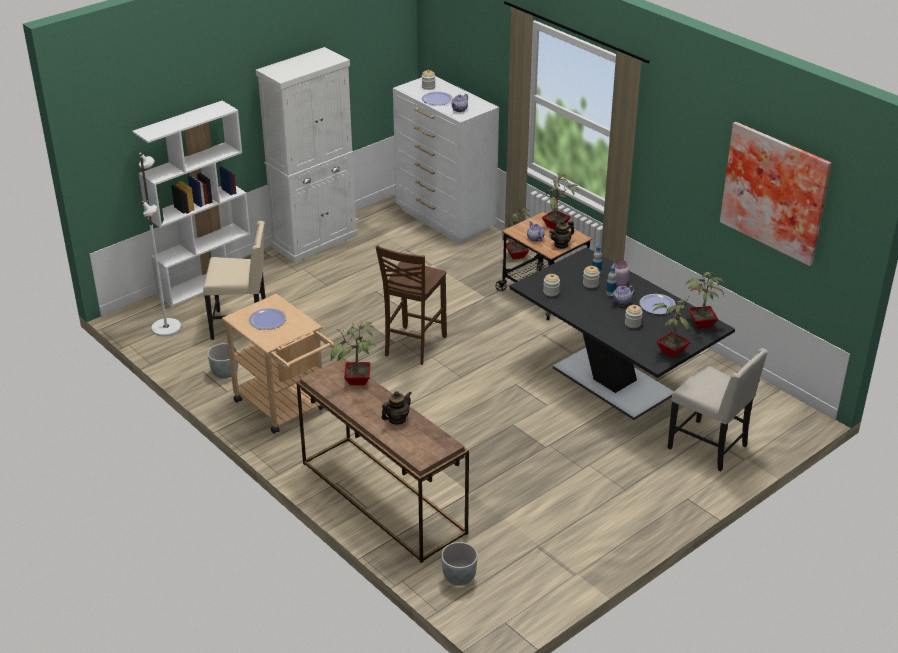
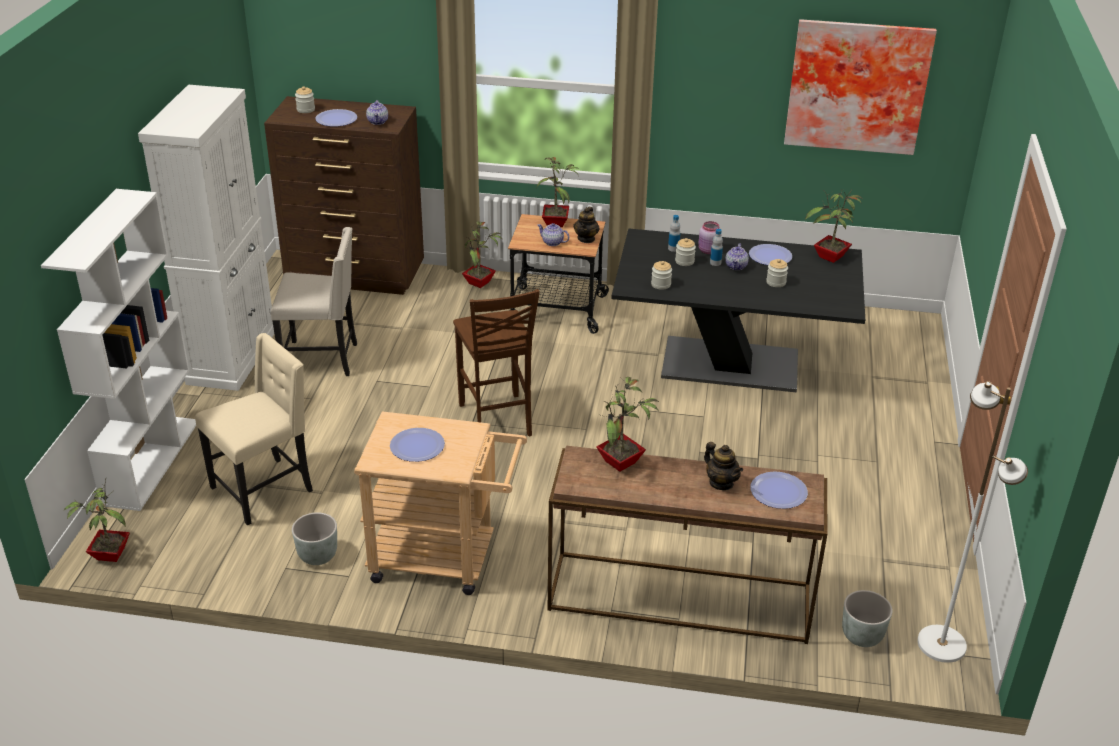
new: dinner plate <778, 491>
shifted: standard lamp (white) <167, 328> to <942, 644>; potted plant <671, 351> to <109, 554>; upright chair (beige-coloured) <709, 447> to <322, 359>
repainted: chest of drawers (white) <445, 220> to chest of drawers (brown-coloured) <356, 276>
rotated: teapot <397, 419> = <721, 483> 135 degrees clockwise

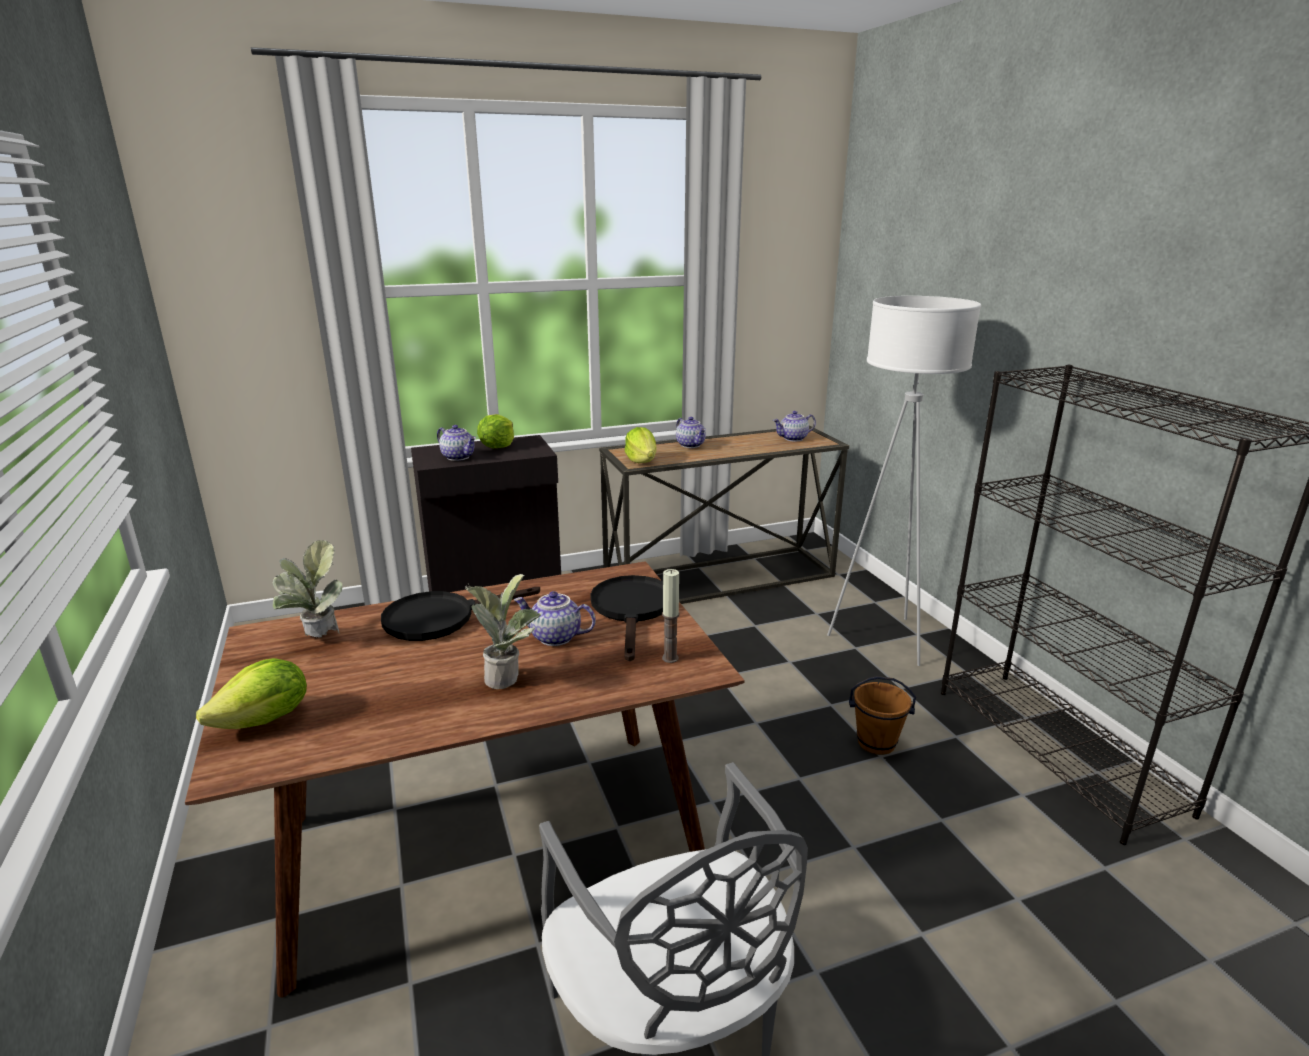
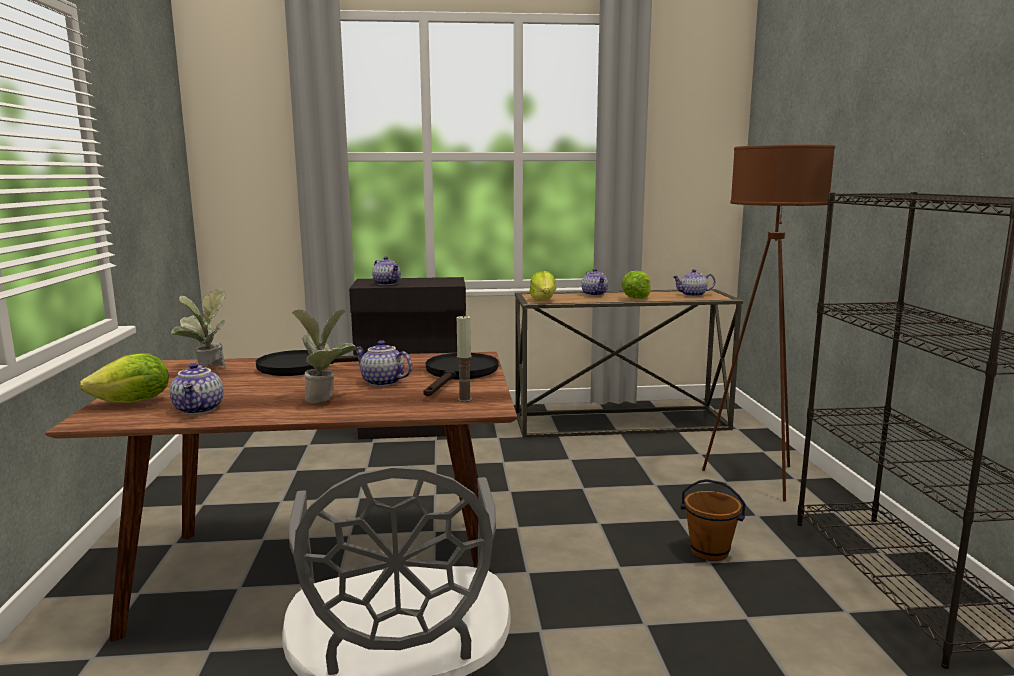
new: teapot <200, 409>
shifted: head of lettuce <497, 446> to <636, 298>
repainted: standard lamp (white) <881, 639> to standard lamp (brown-coloured) <756, 478>

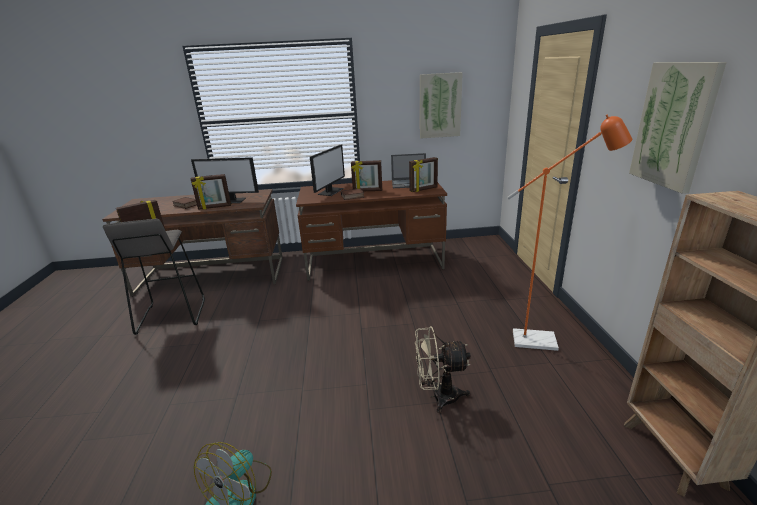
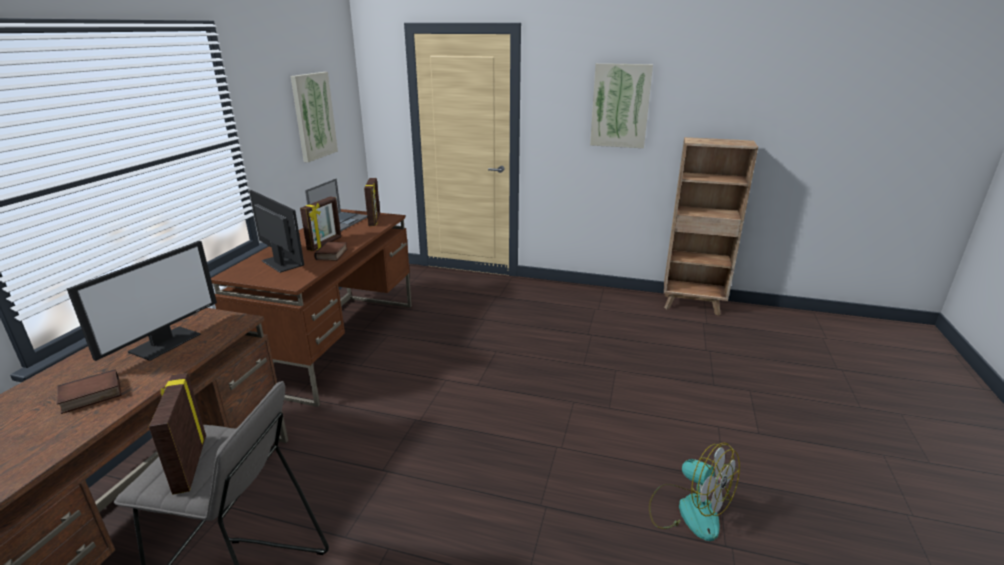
gone: standing frame <214, 207>; cooling fan (beige-coloured) <438, 396>; standard lamp (orange-coloured) <543, 341>

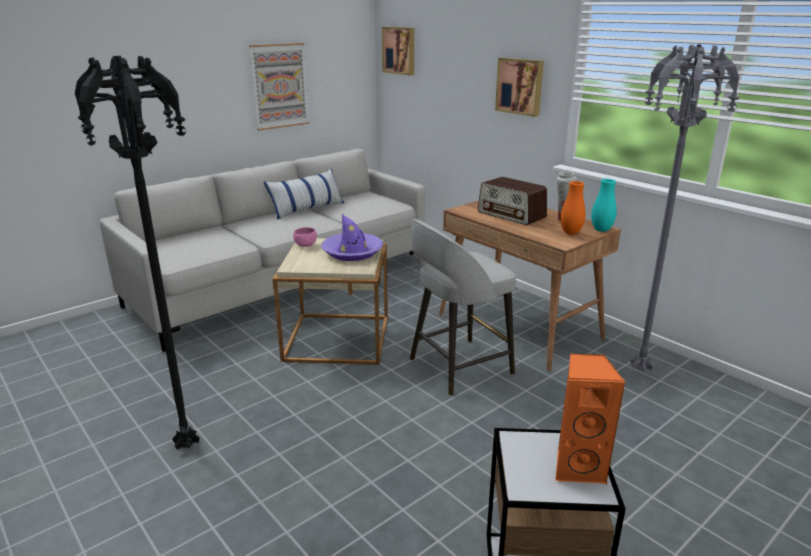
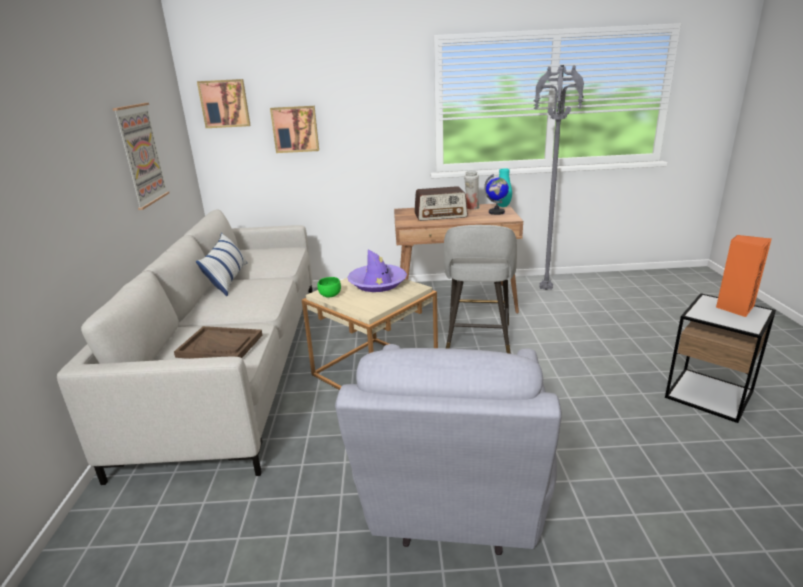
new: tray (brown-coloured) <220, 346>
shifted: picture <520, 86> to <295, 129>
swapped: standard lamp (blackish) <189, 445> to armchair (greyish) <454, 501>; vase (orange-coloured) <570, 233> to desk globe <496, 212>
repainted: bowl (pinkish) <305, 245> to bowl (green-coloured) <330, 296>

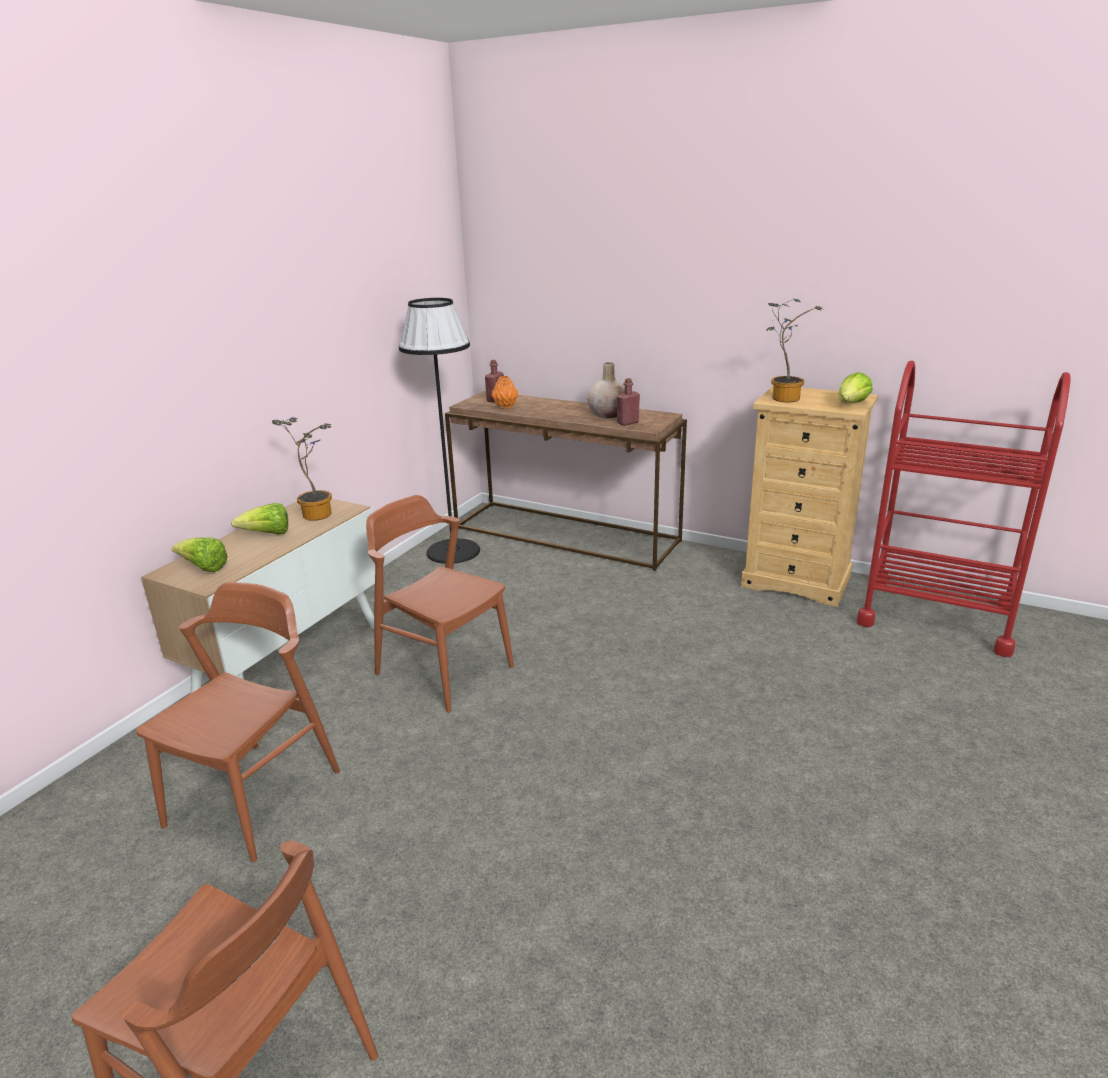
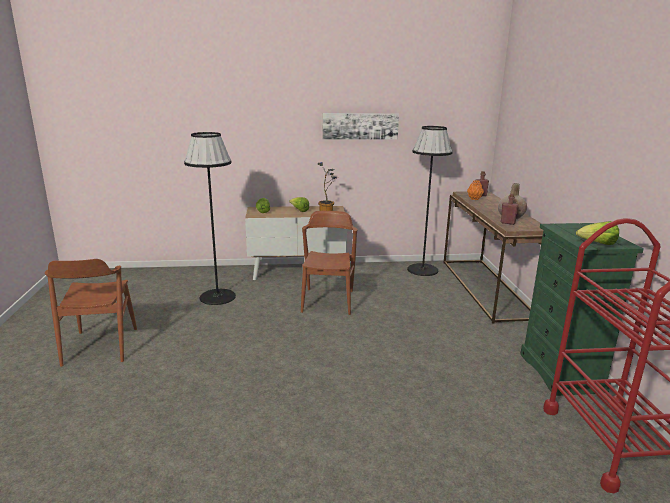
gone: potted plant <783, 397>
new: picture <360, 126>
swapped: upright chair (brown-coloured) <255, 797> to standard lamp (blackish) <218, 297>
repainted: chest of drawers (beige-coloured) <797, 581> to chest of drawers (green-coloured) <562, 372>

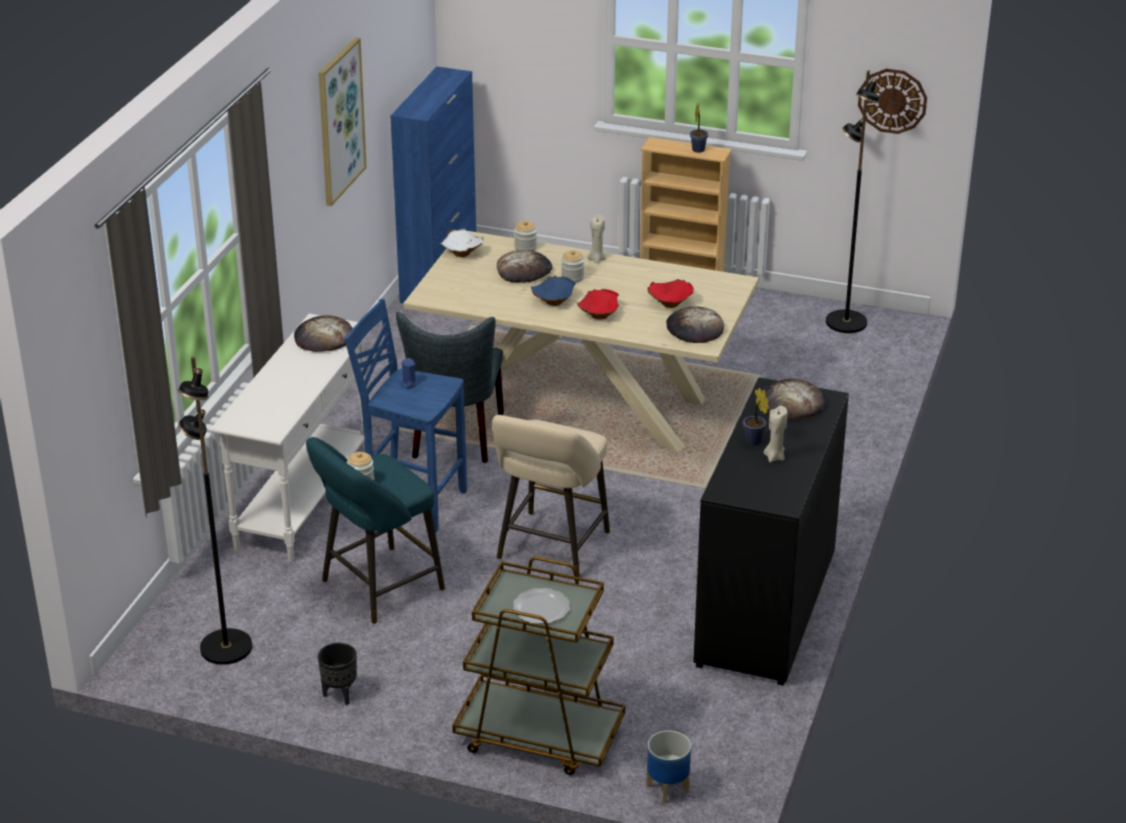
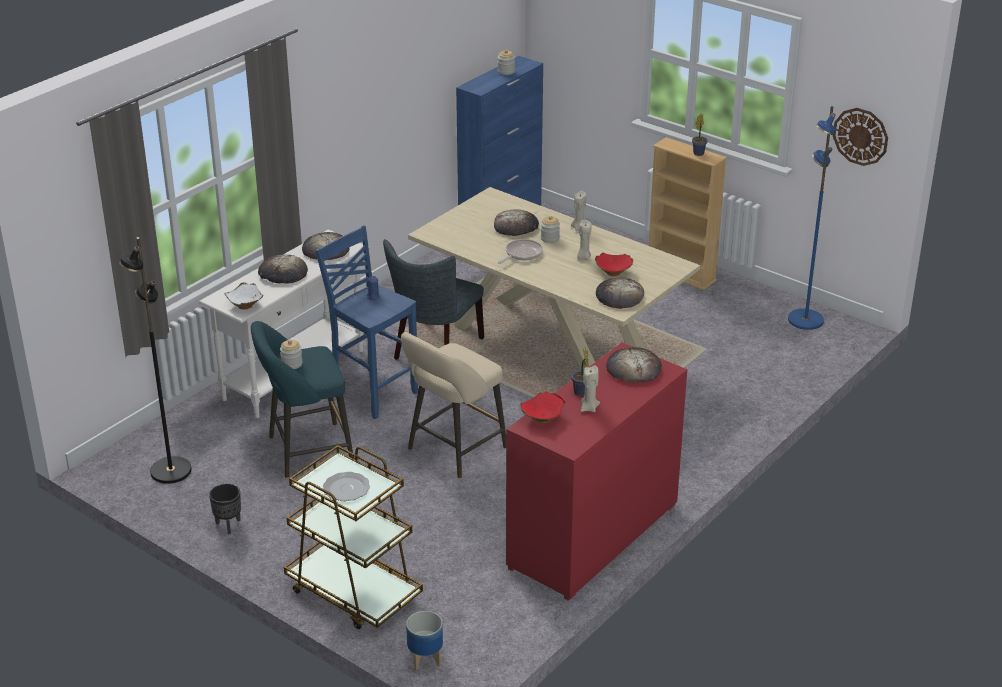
gone: picture <340, 121>
new: baked bread <282, 273>; wax candle (beige-coloured) <583, 257>
shifted: bowl (white) <463, 253> to <246, 305>; jar <525, 247> to <506, 71>; bowl (red) <598, 315> to <542, 418>
swapped: bowl (bluish) <553, 301> to pan <522, 254>
repainted: chest of drawers (blackish) <766, 608> to chest of drawers (red) <593, 536>; standard lamp (blackish) <845, 323> to standard lamp (bluish) <804, 320>

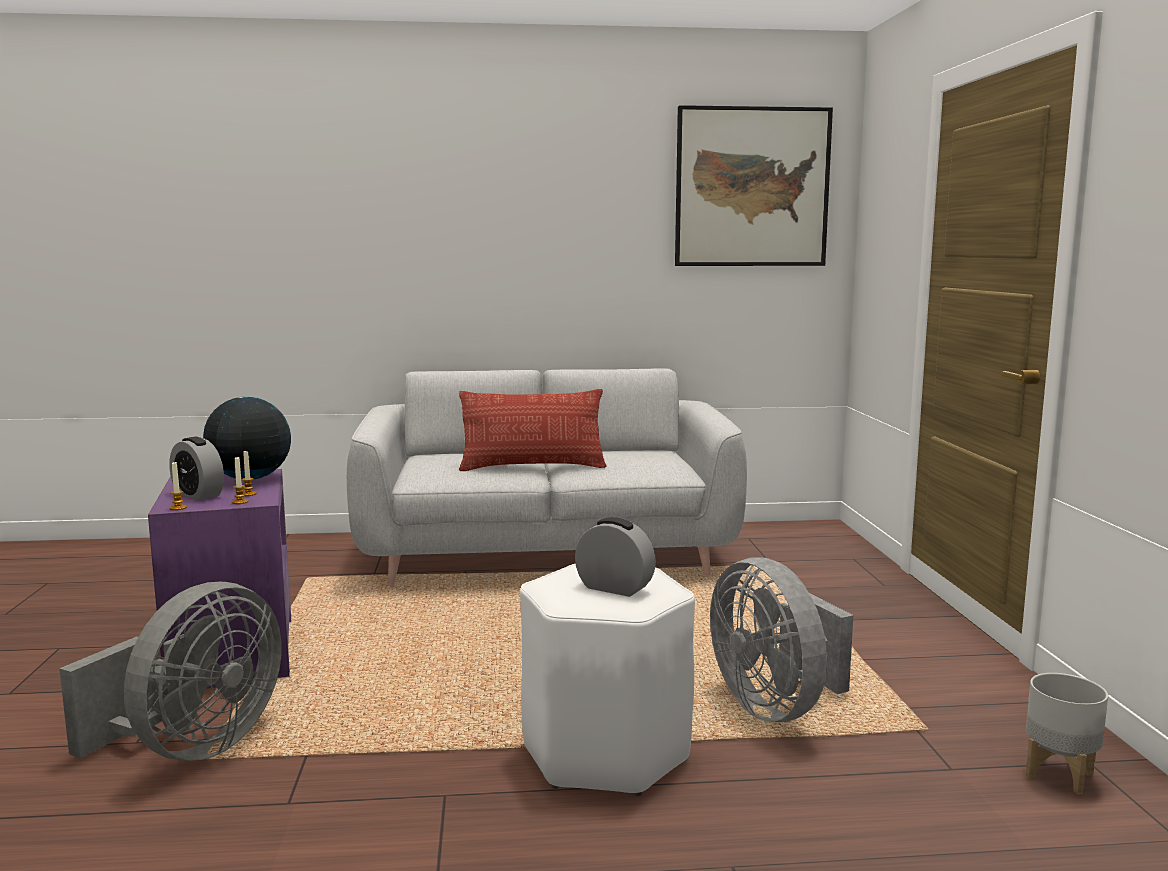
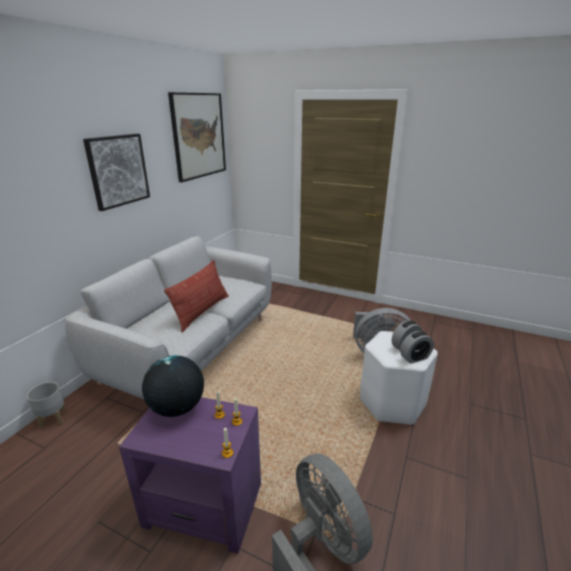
new: picture <118, 170>
shifted: alarm clock <198, 494> to <415, 358>; planter (greyish) <1059, 774> to <53, 418>

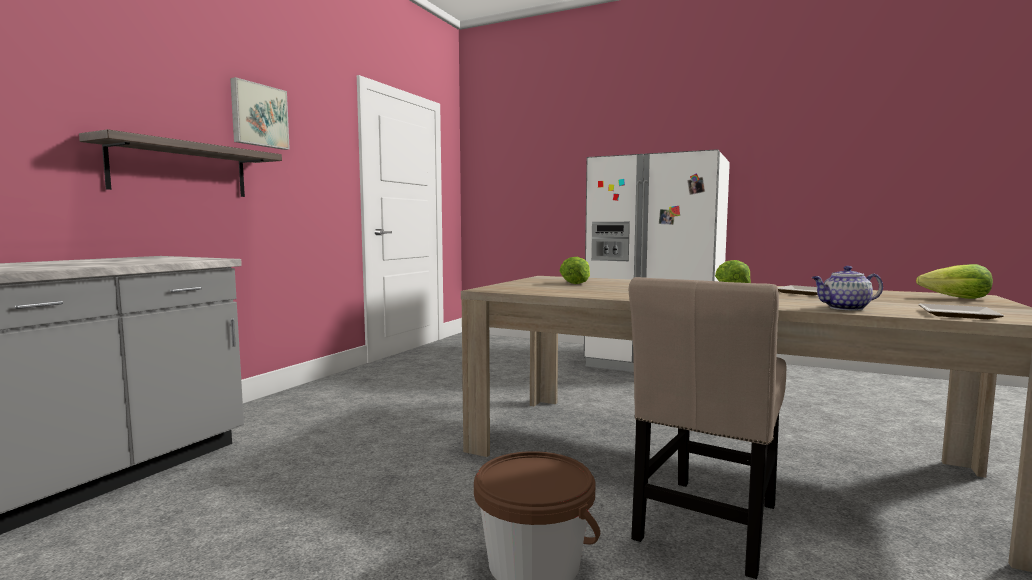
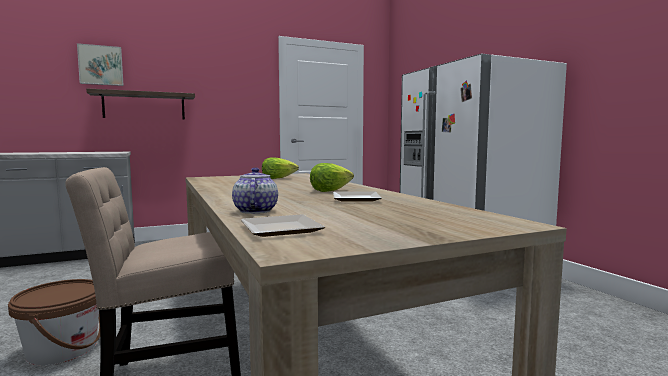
gone: head of lettuce <956, 298>
shifted: picture <258, 115> to <101, 65>
rotated: teapot <844, 308> = <255, 211> 45 degrees clockwise

